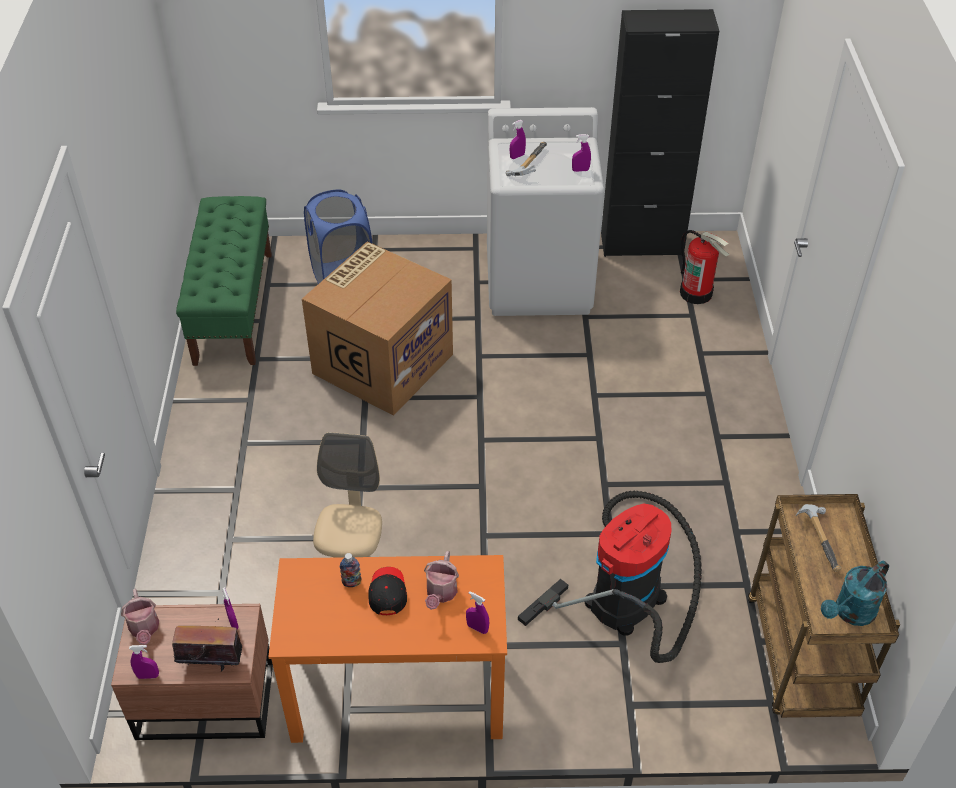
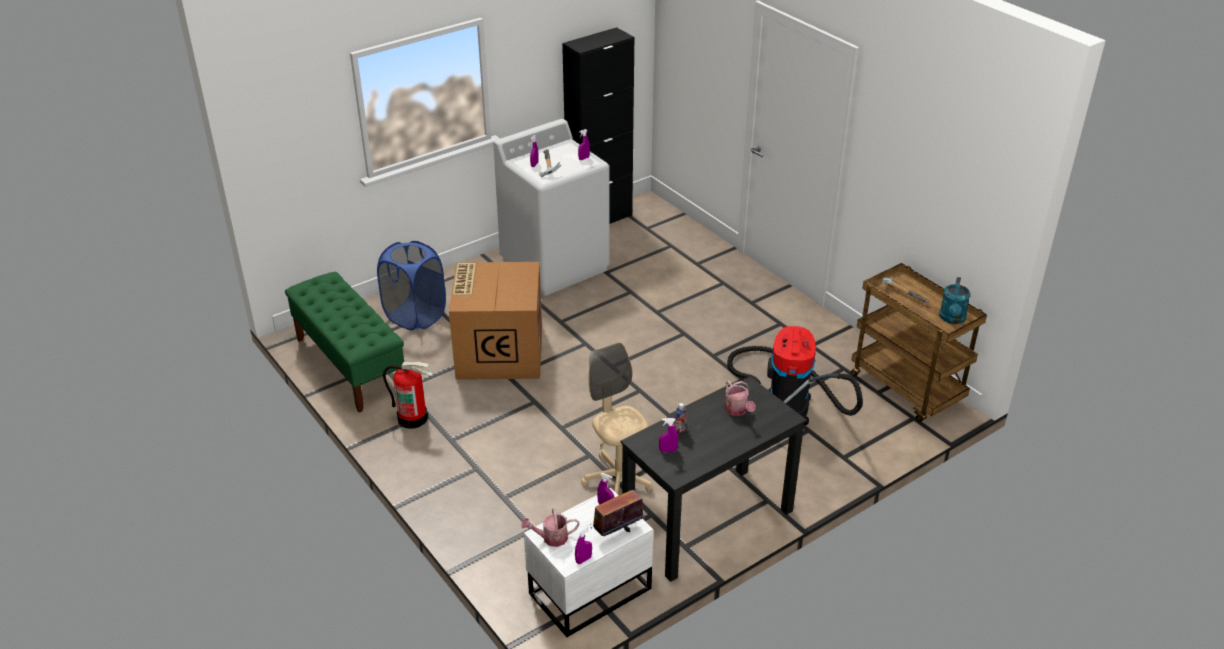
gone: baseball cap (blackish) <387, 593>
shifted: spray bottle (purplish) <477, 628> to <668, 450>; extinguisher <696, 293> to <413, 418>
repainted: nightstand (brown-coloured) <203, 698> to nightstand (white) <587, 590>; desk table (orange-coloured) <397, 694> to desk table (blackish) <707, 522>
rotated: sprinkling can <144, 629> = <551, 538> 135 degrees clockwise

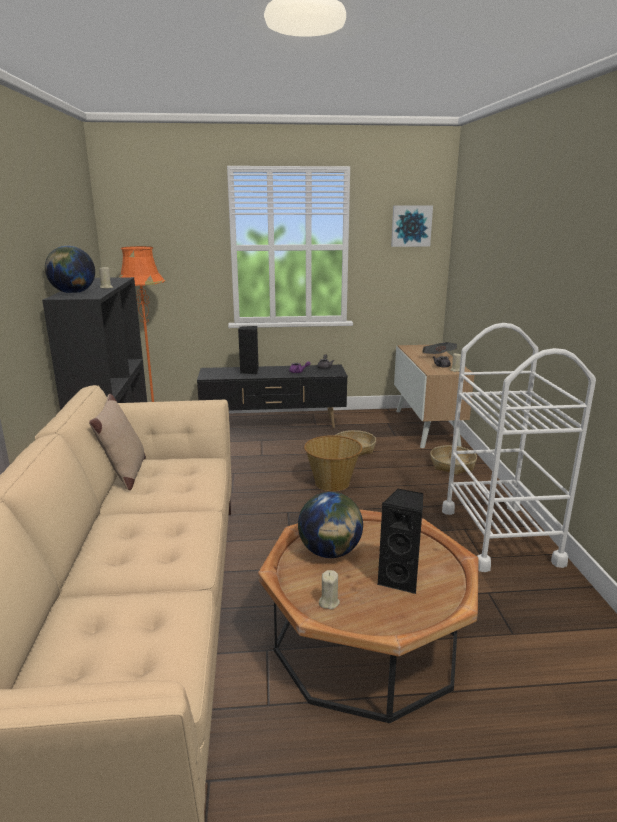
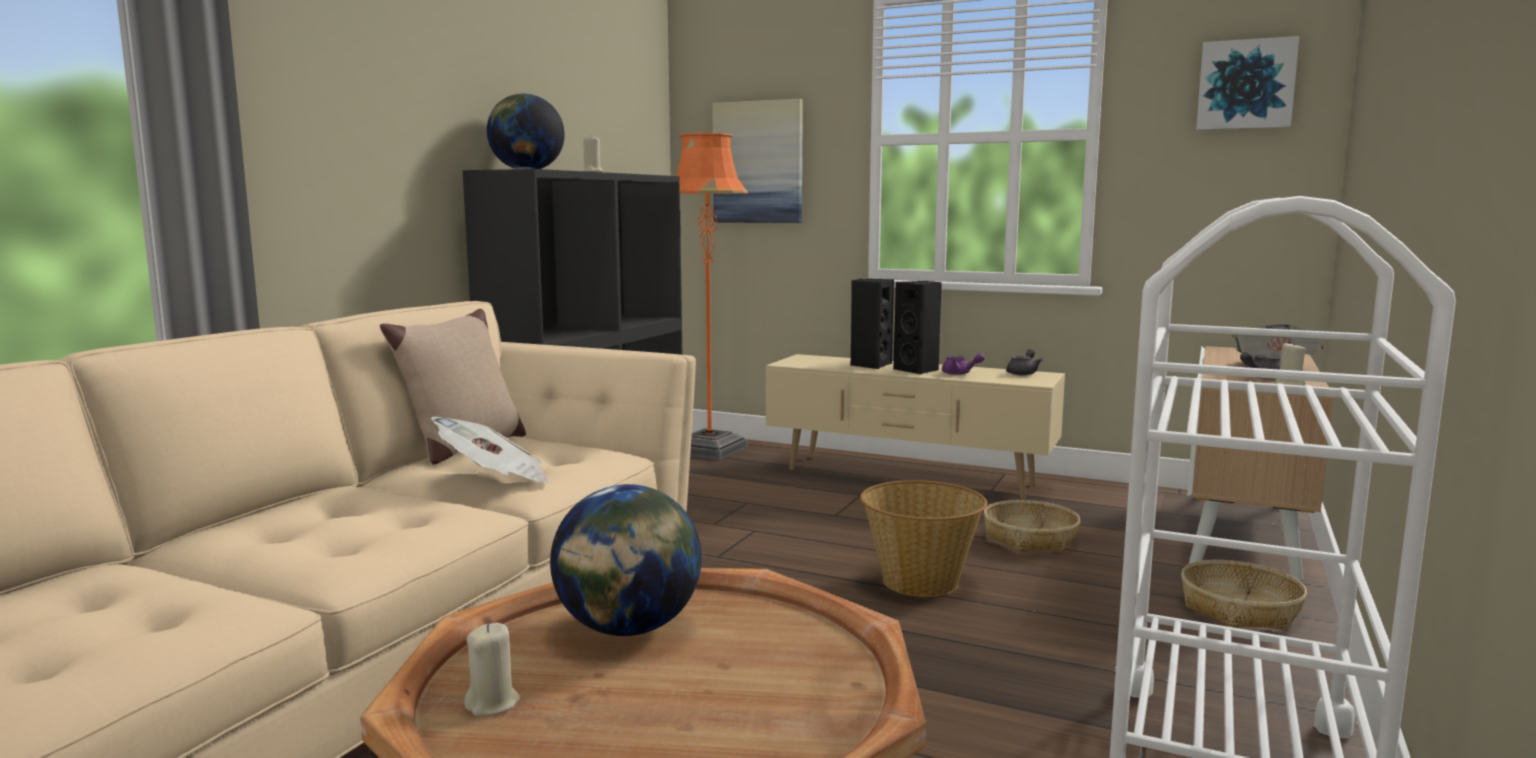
new: printed paper <495, 479>; picture <758, 162>
shifted: audio speaker (blackish) <400, 579> to <918, 370>
repainted: tv stand (blackish) <274, 425> to tv stand (beige-coloured) <909, 478>

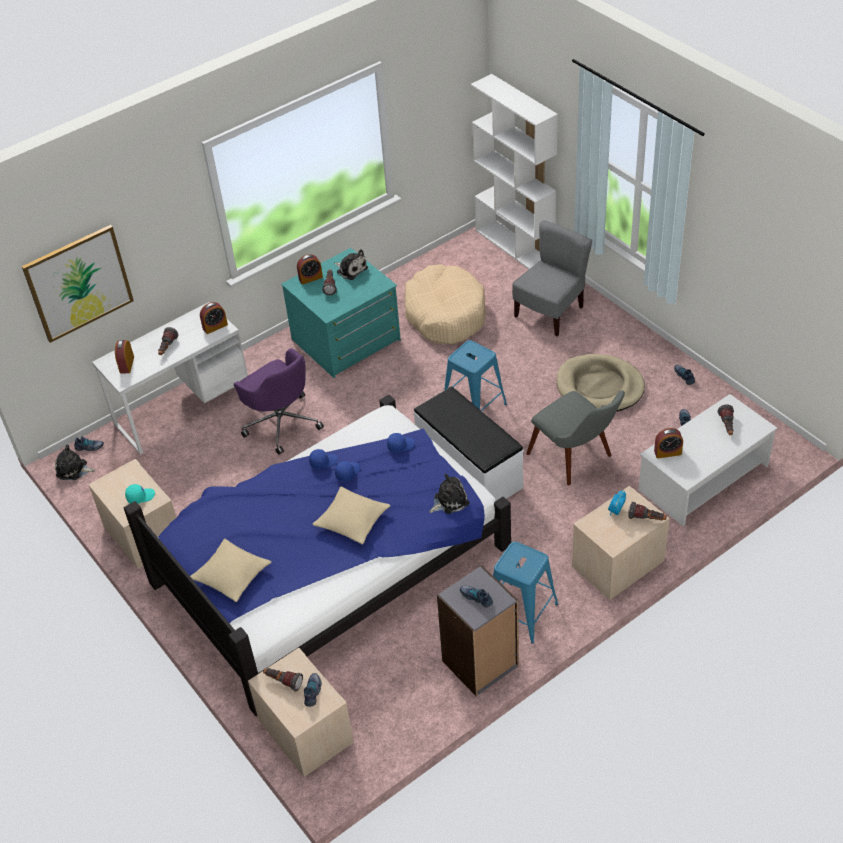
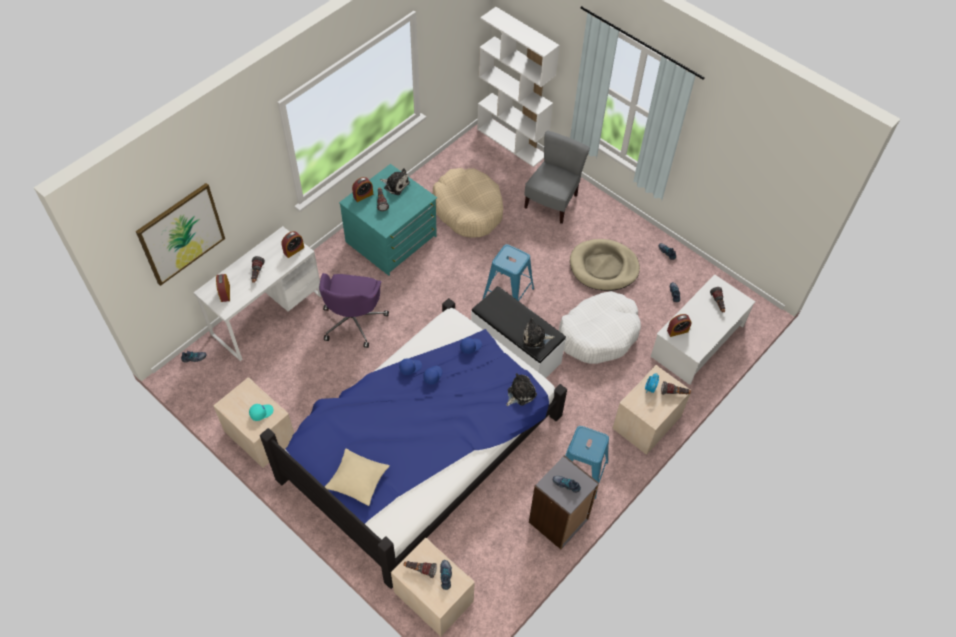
gone: pillow (beige-coloured) <352, 520>
shifted: cuddly toy <73, 470> to <536, 338>
swapped: upright chair (greyish) <577, 459> to dog cushion (white) <598, 333>
rotated: office chair (purplish) <281, 422> = <353, 320> 60 degrees clockwise

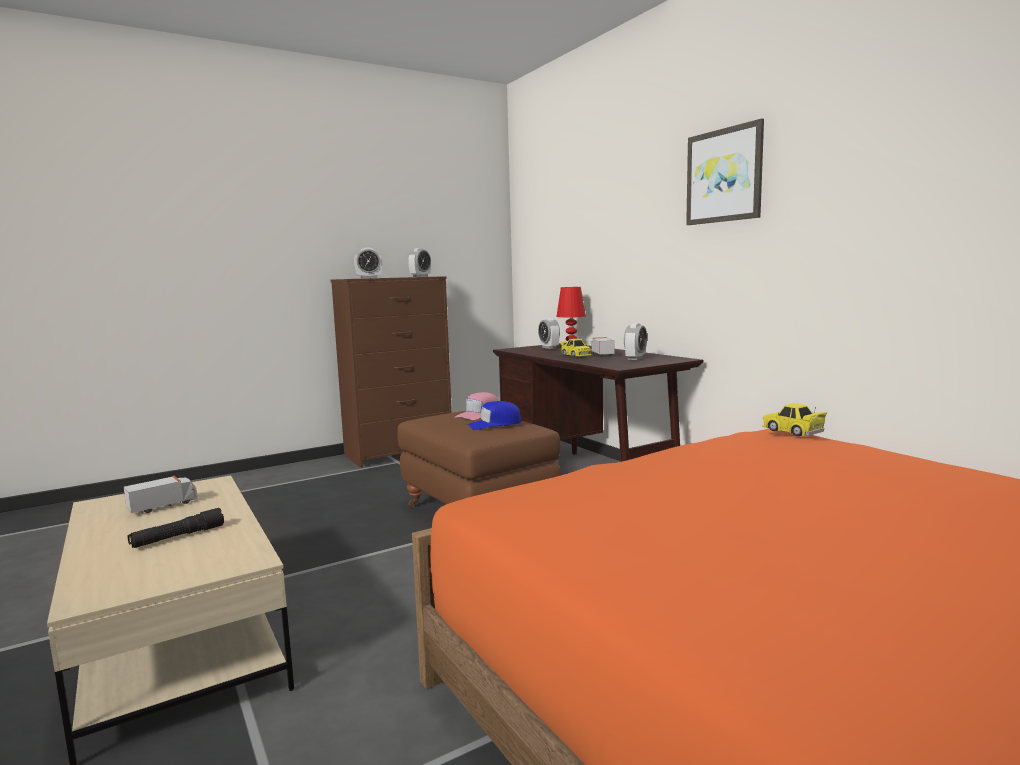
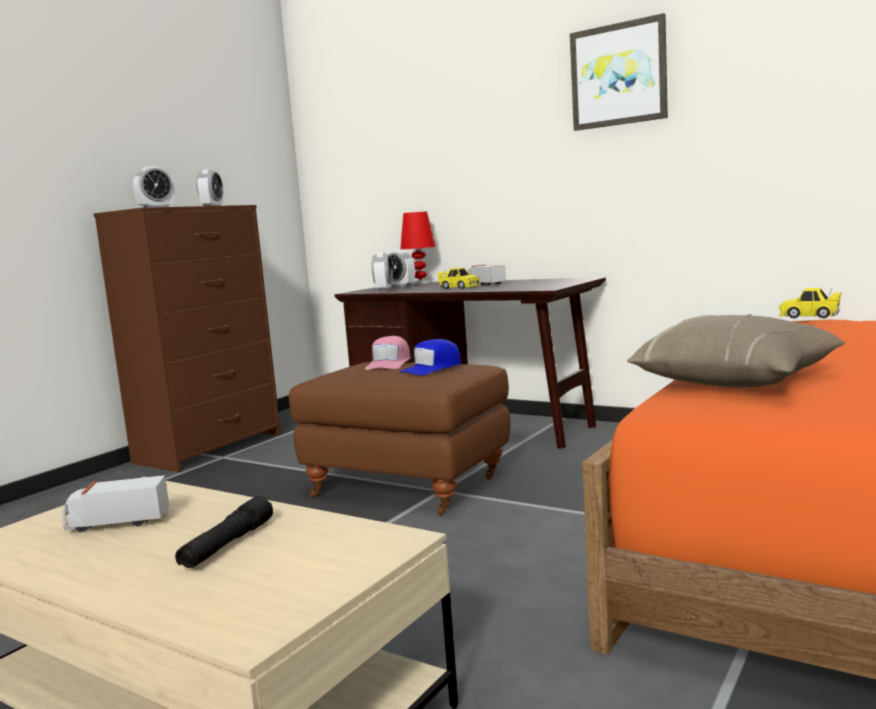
new: pillow (beige-coloured) <736, 381>
shifted: alarm clock <635, 358> to <384, 290>
rotated: toy truck <164, 506> = <117, 523> 120 degrees counterclockwise

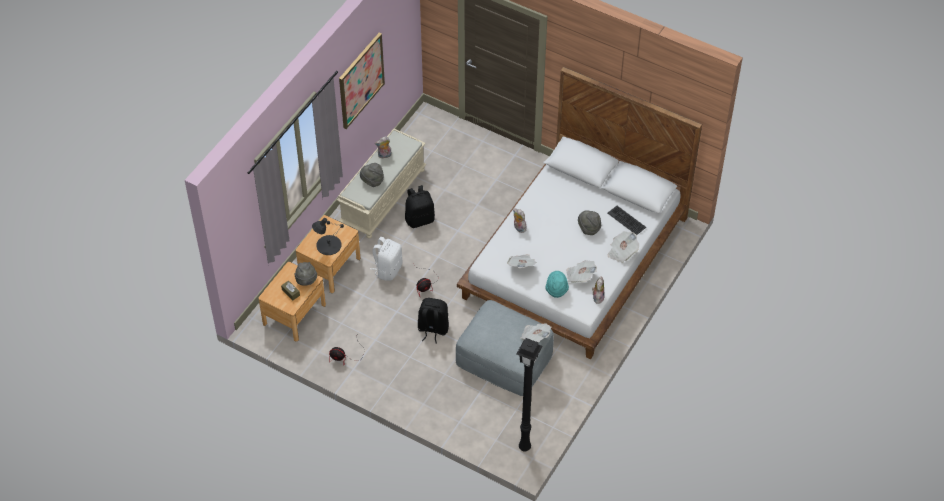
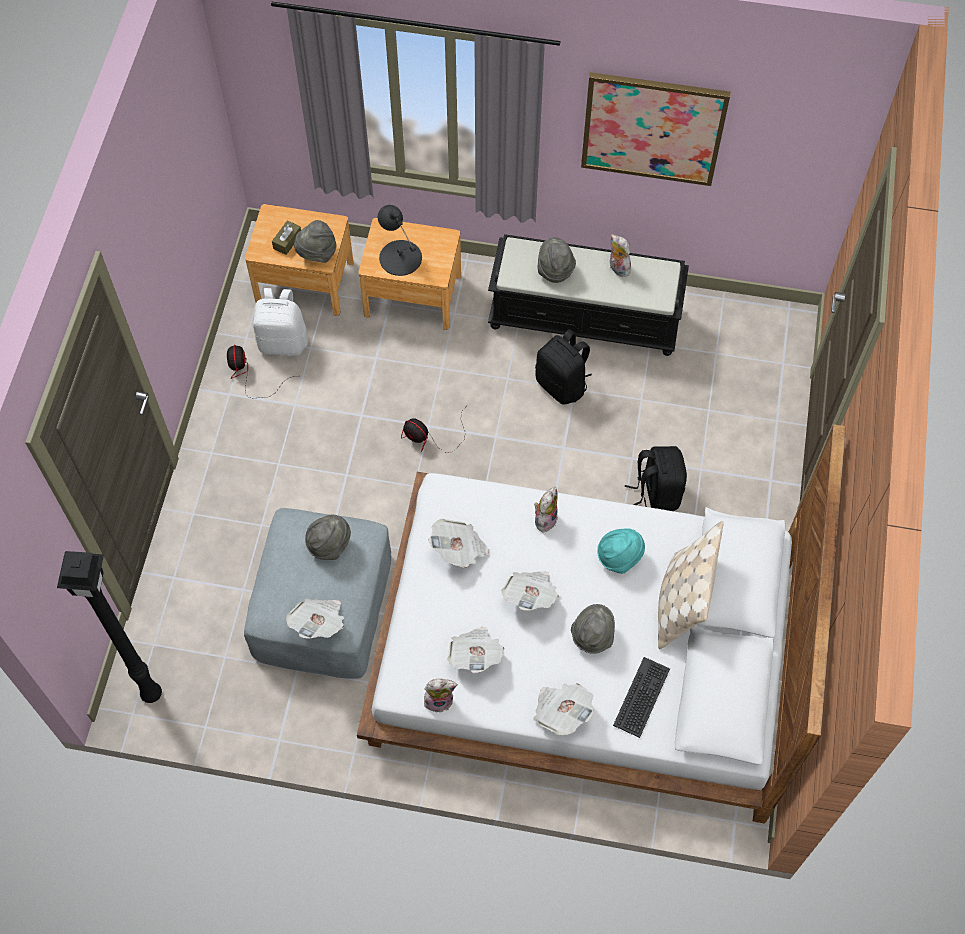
new: hat (greyish) <329, 544>; printed paper <531, 595>; pillow (beige-coloured) <681, 603>
shifted: backpack (white) <388, 270> to <283, 341>; backpack (blackish) <432, 329> to <656, 494>; hat (turquoise) <556, 290> to <619, 557>
repainted: bench (beige-coloured) <383, 196> to bench (blackish) <585, 317>

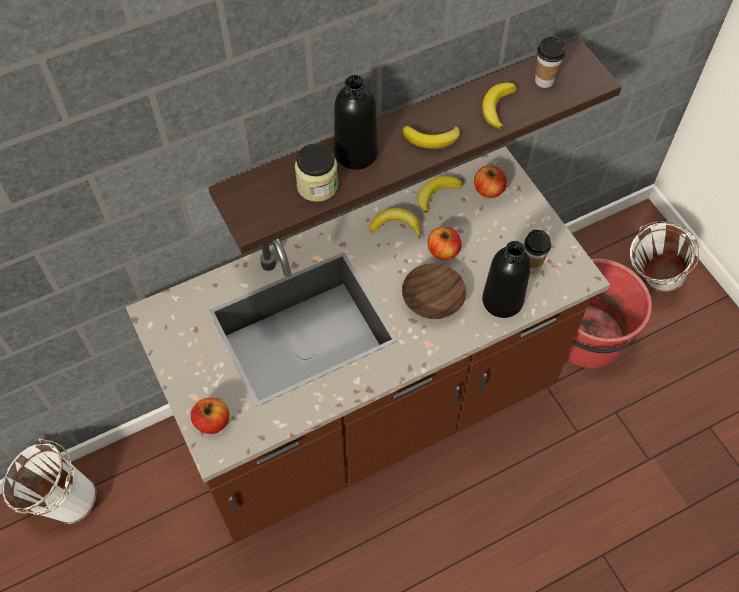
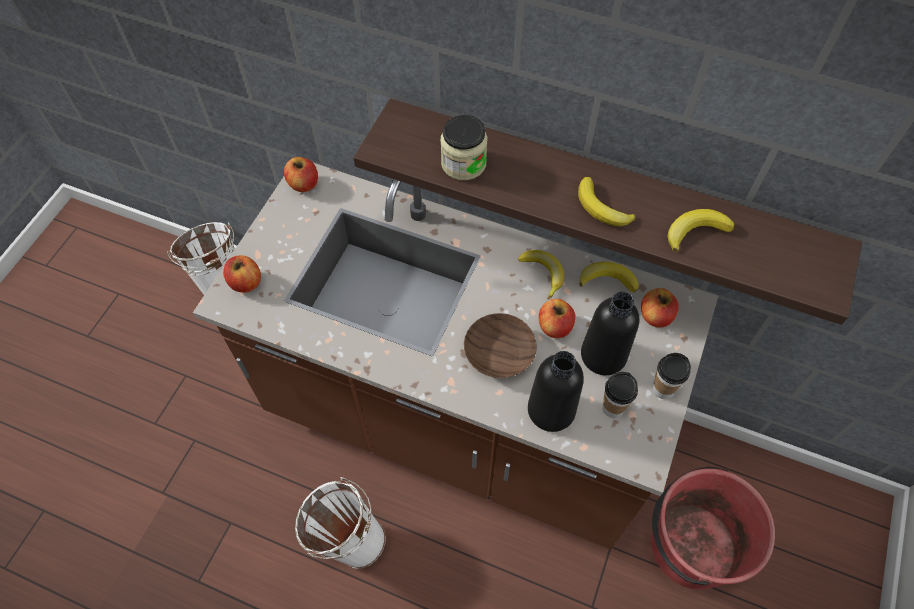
new: apple fruit <304, 184>
shifted: bottle (blackish) <356, 153> to <603, 355>; cup <544, 81> to <662, 389>; water bucket (white) <650, 282> to <346, 538>

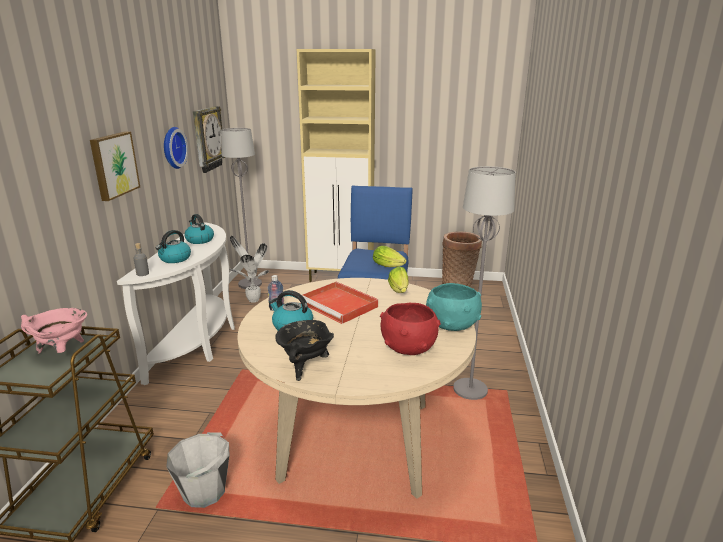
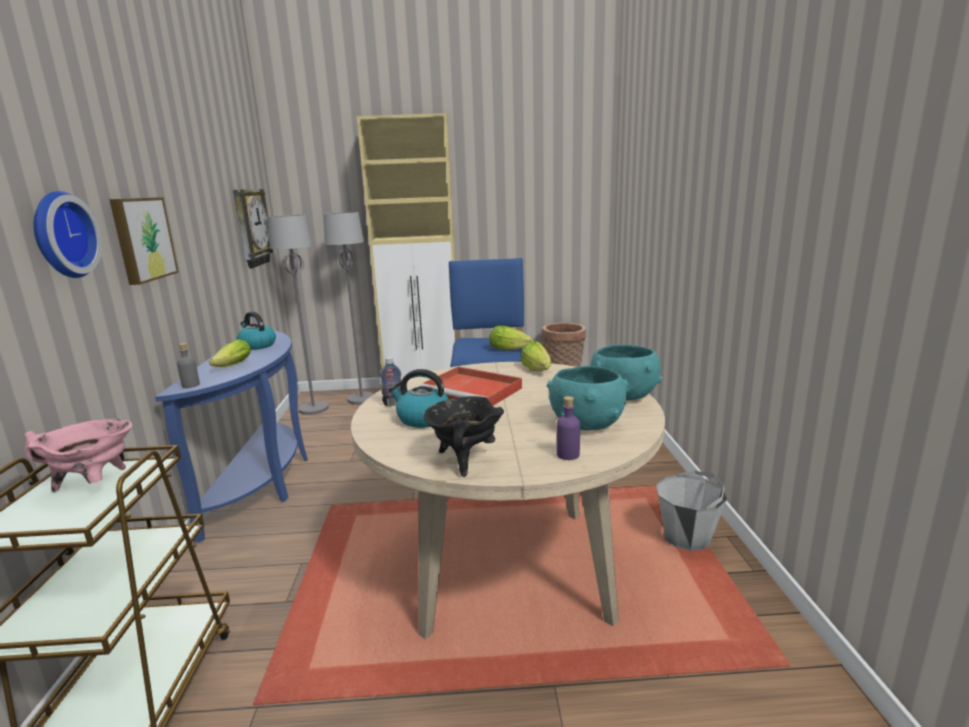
gone: potted plant <252, 300>
new: bottle (purplish) <568, 454>
shifted: clock on the wall <172, 147> to <60, 235>; water bucket (greyish) <204, 492> to <687, 538>; standard lamp (greyish) <470, 390> to <362, 399>
swapped: water kettle <175, 259> to head of lettuce <231, 366>
repainted: console table (white) <200, 342> to console table (bluish) <265, 481>; bowl (red) <408, 348> to bowl (turquoise) <586, 424>

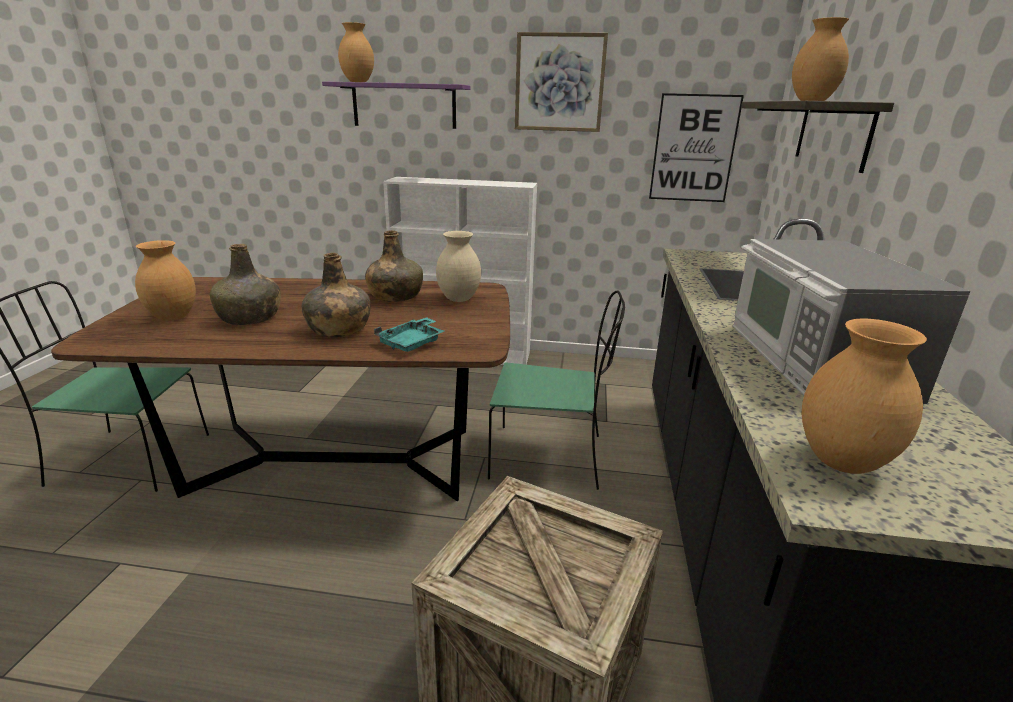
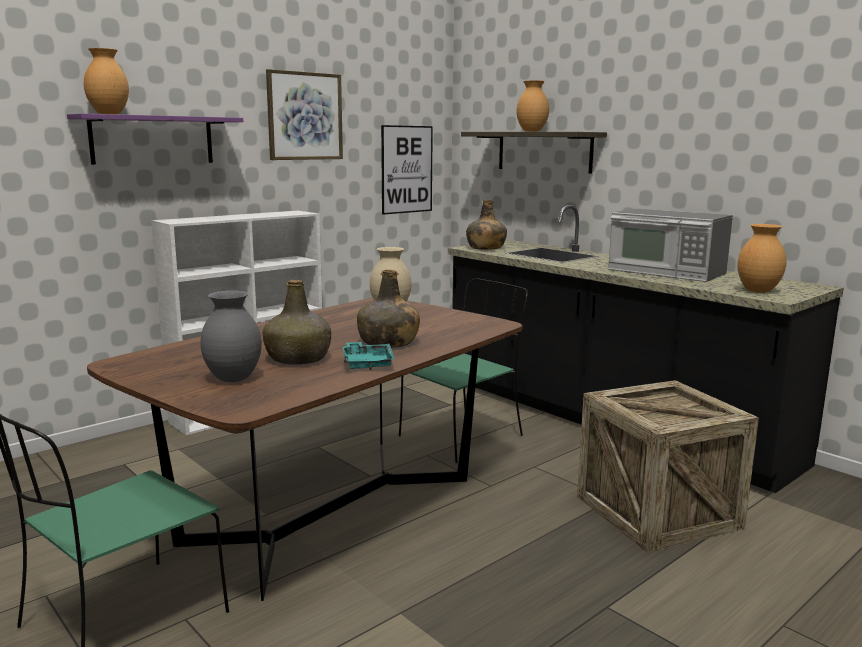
shifted: bottle (green-coloured) <395, 296> to <485, 248>; tray (turquoise) <412, 343> to <367, 363>
repainted: vase (brown-coloured) <172, 317> to vase (greyish) <232, 379>

